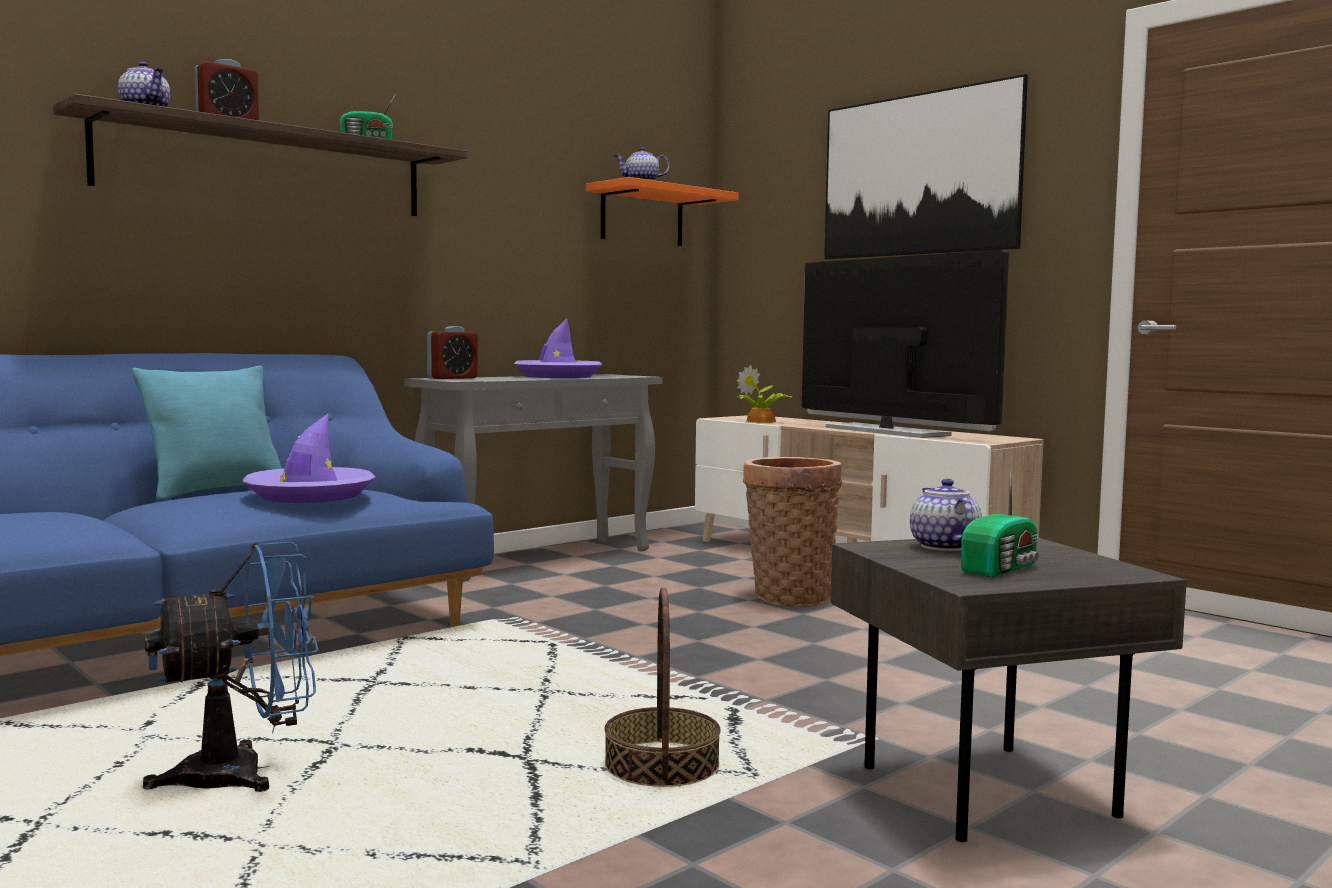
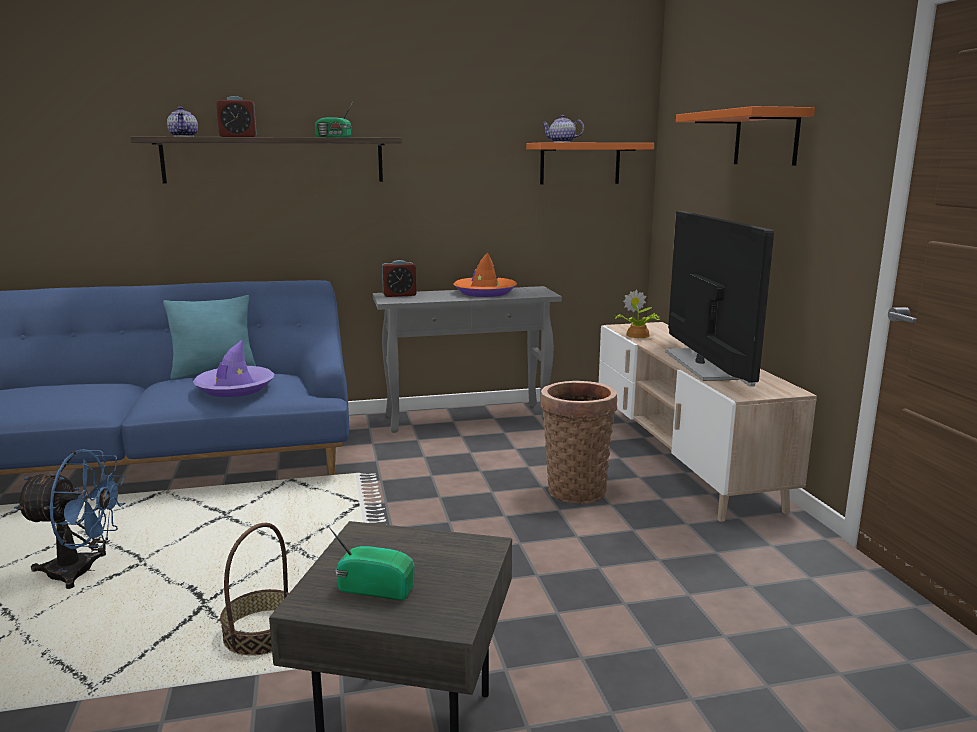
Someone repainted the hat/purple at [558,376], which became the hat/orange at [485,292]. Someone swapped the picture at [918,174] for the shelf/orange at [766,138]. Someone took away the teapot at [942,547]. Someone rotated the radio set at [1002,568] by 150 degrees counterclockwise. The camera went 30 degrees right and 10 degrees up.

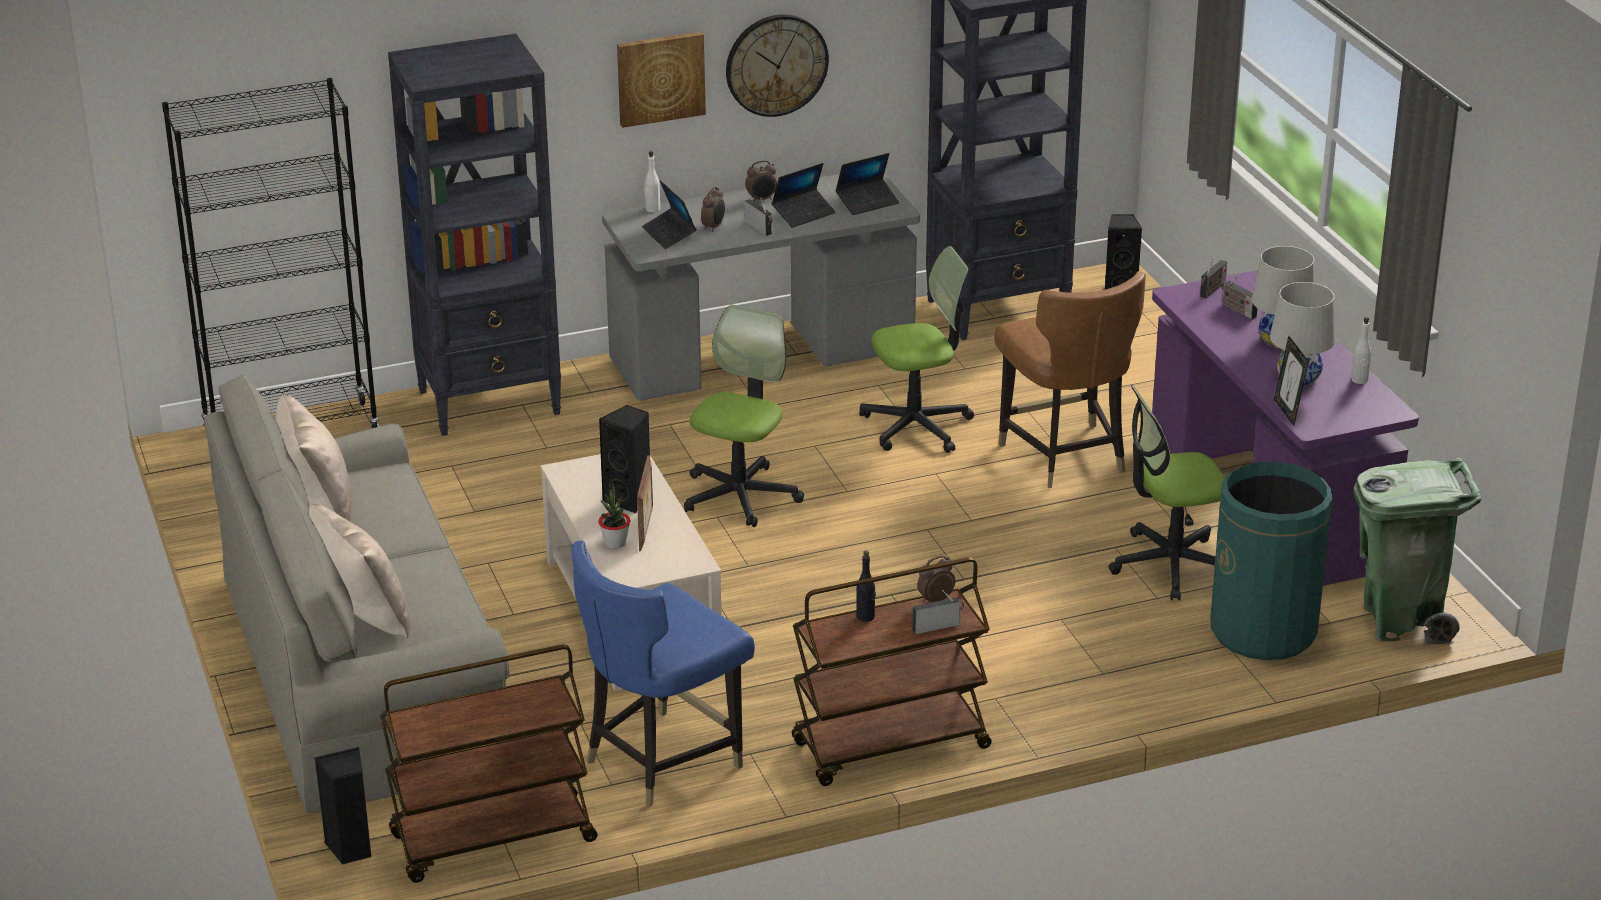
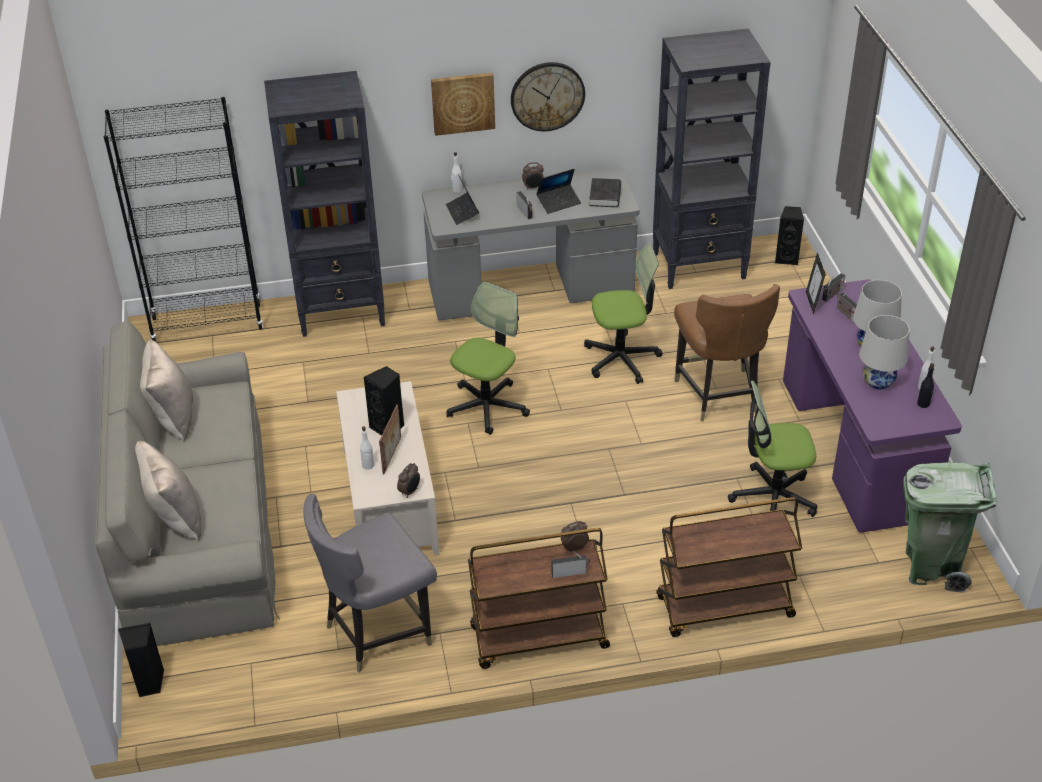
Someone carried the trolley/brownish from [492,840] to [724,608]. Someone repainted the upright chair/bluish at [661,760], which became the upright chair/greyish at [377,631]. Someone swapped the houseplant at [615,543] for the beverage bottle/white at [368,465]. Someone carried the bedside clock from [714,227] to [410,492]. Someone swapped the laptop at [867,202] for the volume/black-coloured at [605,196]. Someone carried the beverage bottle/black-coloured from [865,617] to [923,404]. Someone took away the rubbish bin/green-coloured at [1263,631]. Someone carried the picture frame from [1288,412] to [812,302]. The camera went 10 degrees right and 10 degrees up.

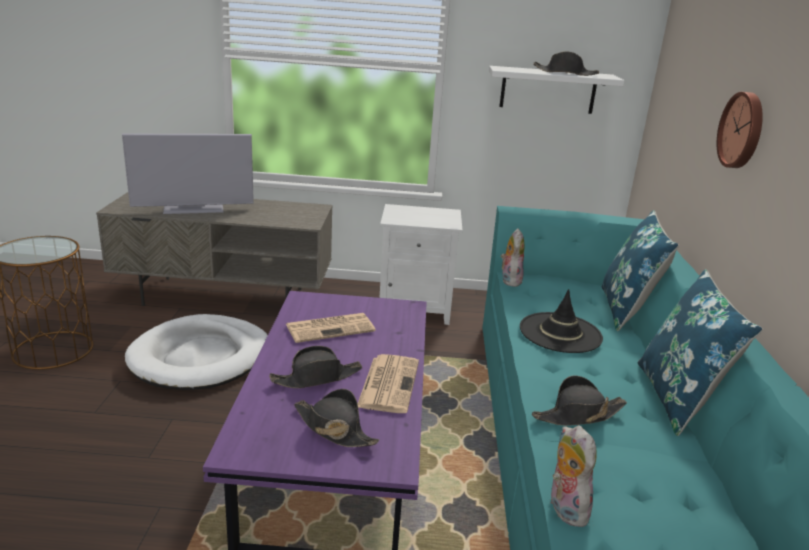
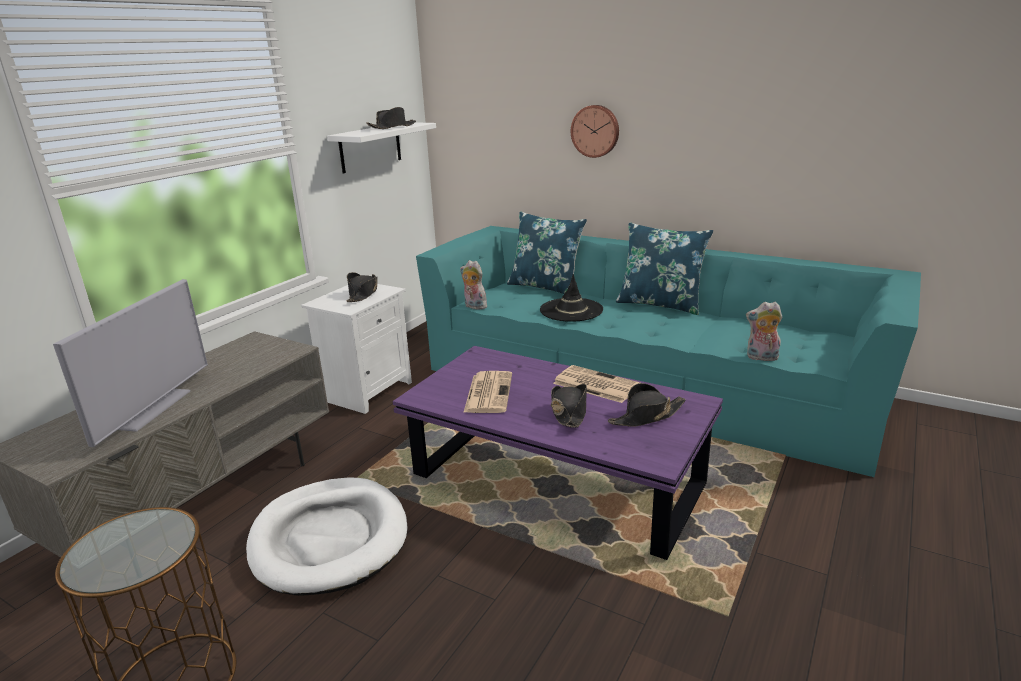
Someone carried the hat/black-coloured from [578,415] to [363,294]. The camera went 60 degrees left and 0 degrees up.

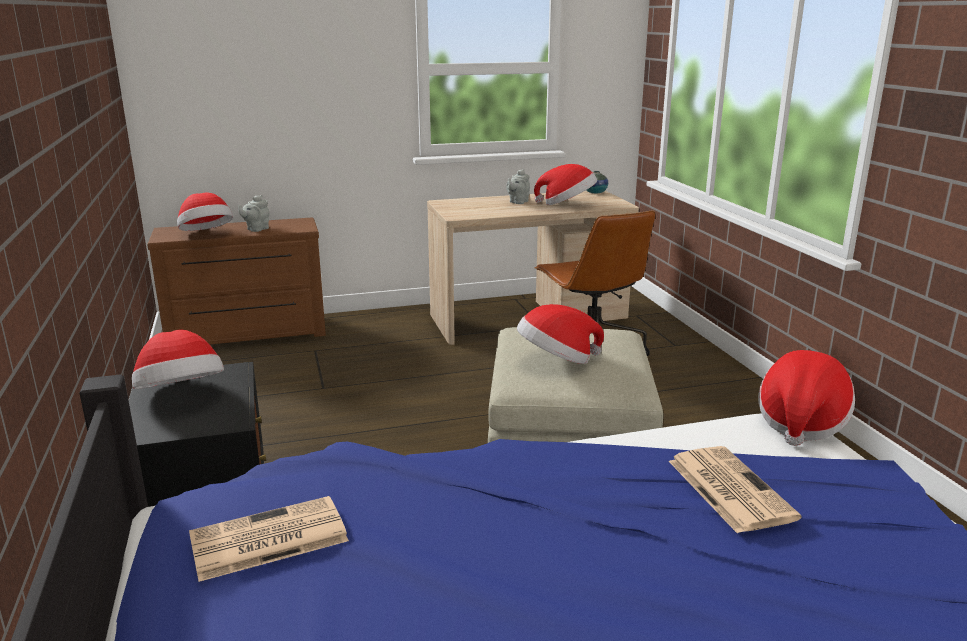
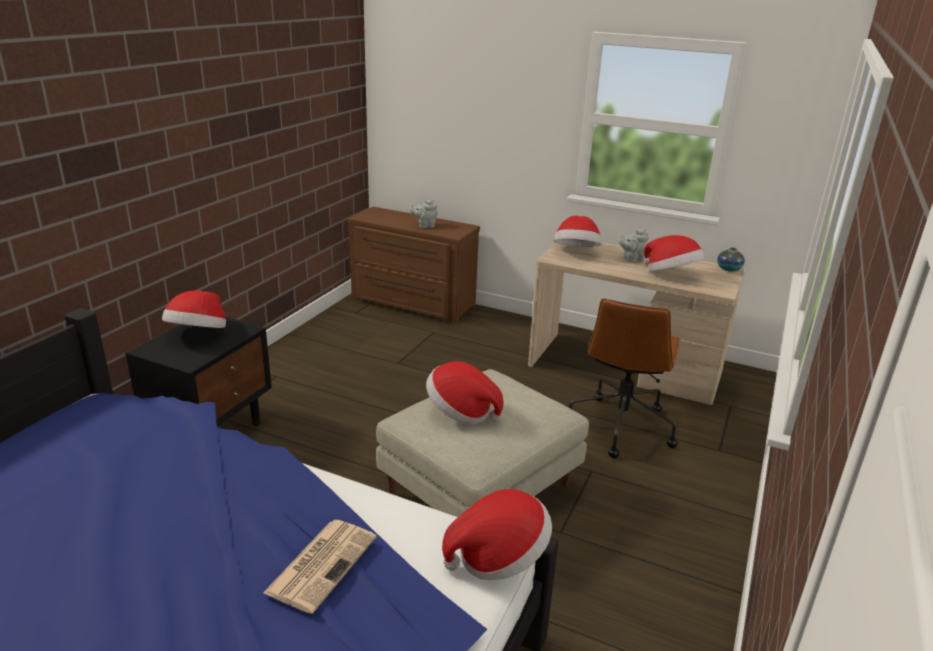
Someone carried the hat from [206,234] to [576,252]. Someone took away the daily paper at [266,540]. The camera went 40 degrees right and 5 degrees up.

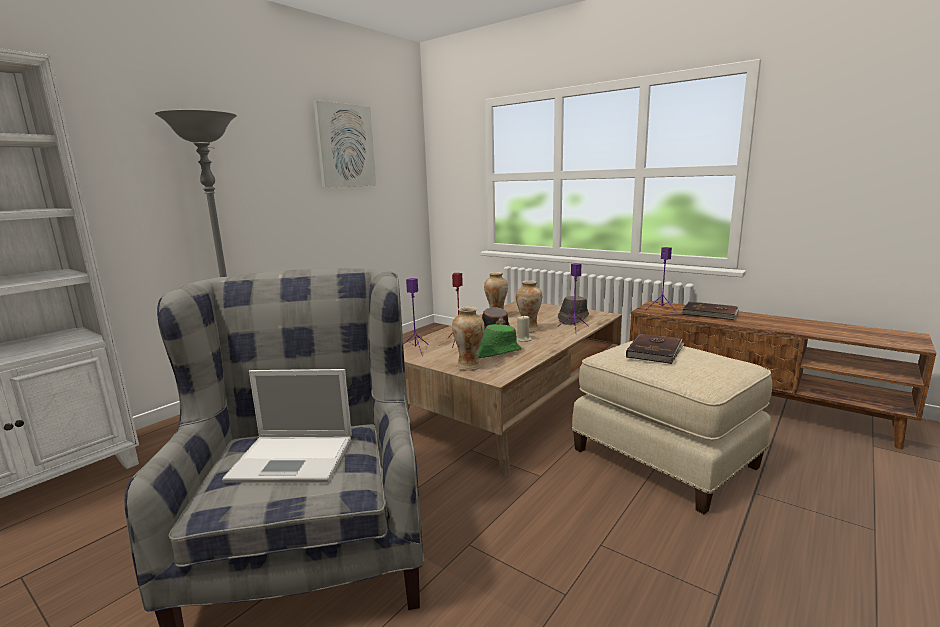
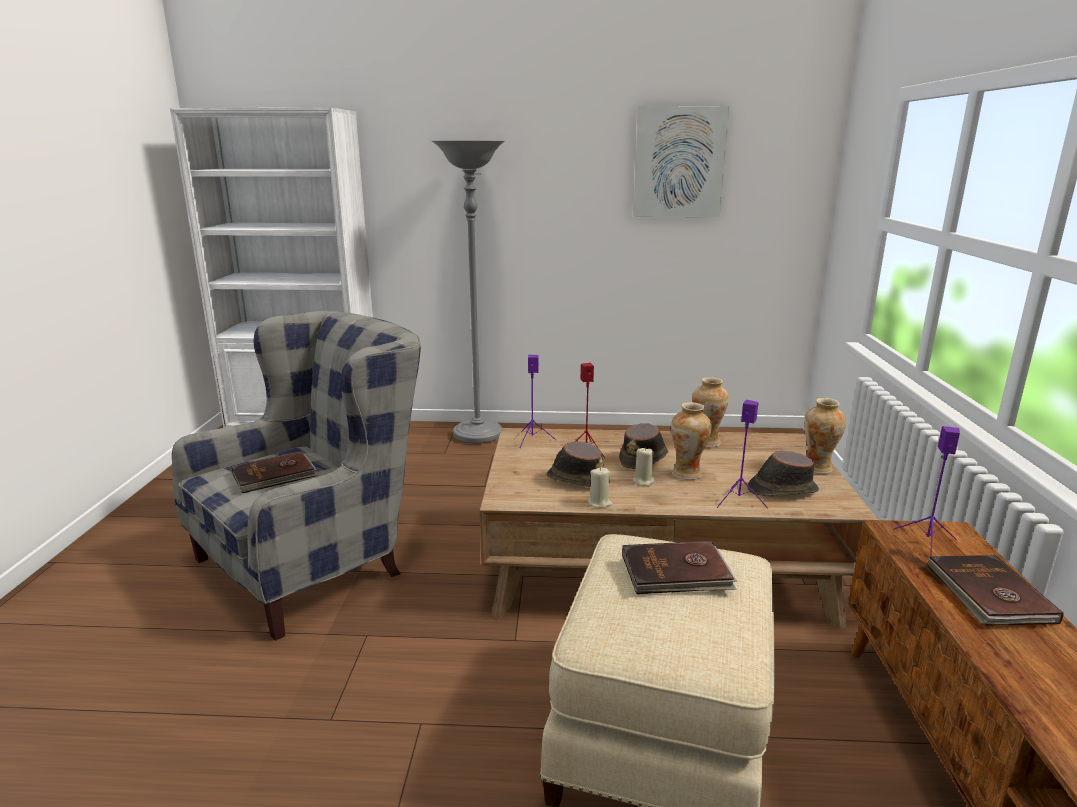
Someone swapped the laptop at [295,459] for the volume/brownish at [275,475]. Someone carried the flower vase from [469,366] to [817,468]. Someone repainted the hat/green-coloured at [496,352], which became the hat/brownish at [577,479]. Someone put down the wax light/sand-coloured at [599,503]. The camera went 55 degrees right and 5 degrees up.

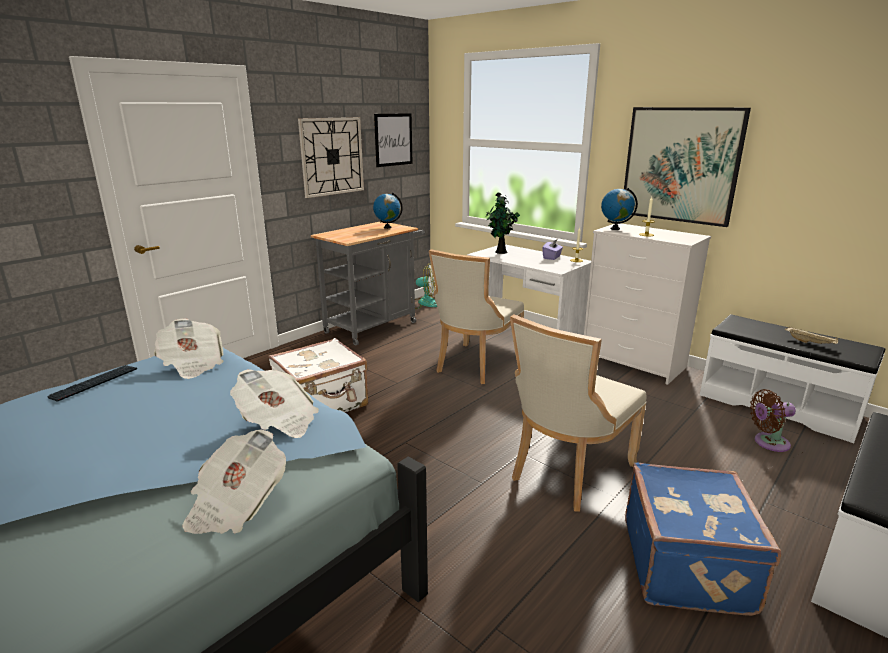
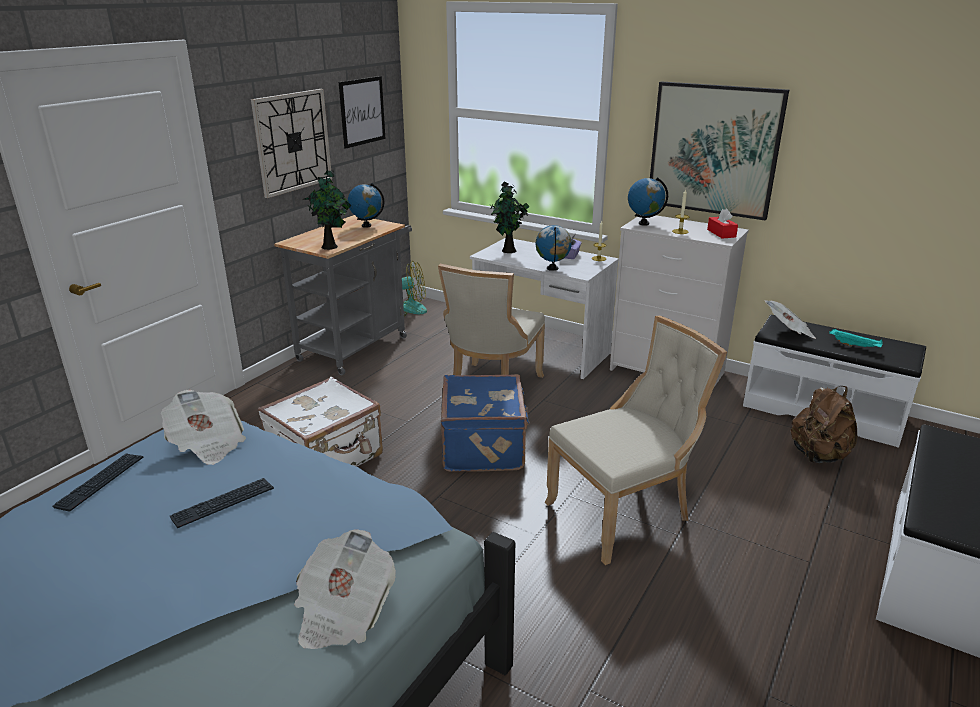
Someone carried the daily paper from [278,421] to [788,332]. Someone rotated the upright chair/sand-coloured at [567,473] by 150 degrees counterclockwise. Someone carried the piece of luggage/bluish from [688,566] to [485,447]. Someone swapped the electric fan/brownish at [768,443] for the rucksack/brownish at [818,455]. Someone repainted the serving tray/sand-coloured at [810,343], which became the serving tray/turquoise at [855,346]. Someone put down the PC keyboard at [223,503]. Someone put down the houseplant at [331,246]. Someone put down the globe at [552,268]. Someone put down the tissue box/reddish at [721,233]. The camera went 10 degrees left and 5 degrees up.

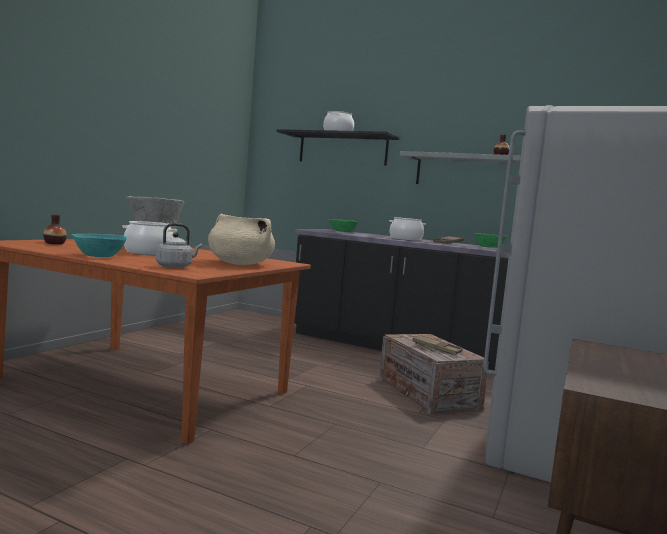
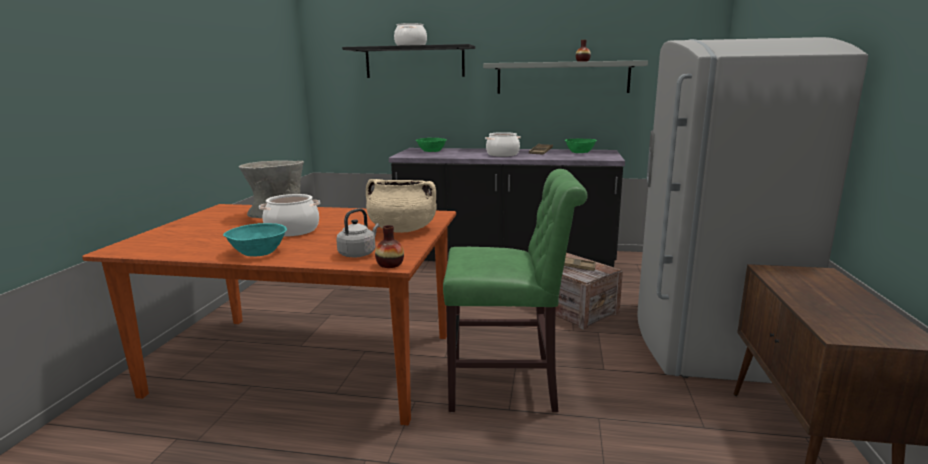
Someone carried the flower vase from [54,243] to [390,264]. Someone put down the upright chair/green-coloured at [509,385]. The camera went 15 degrees left and 10 degrees up.

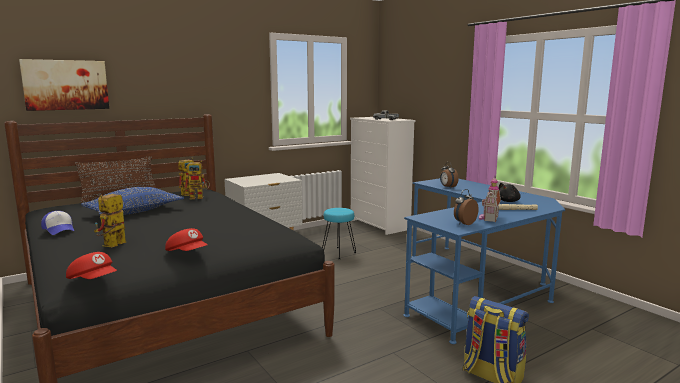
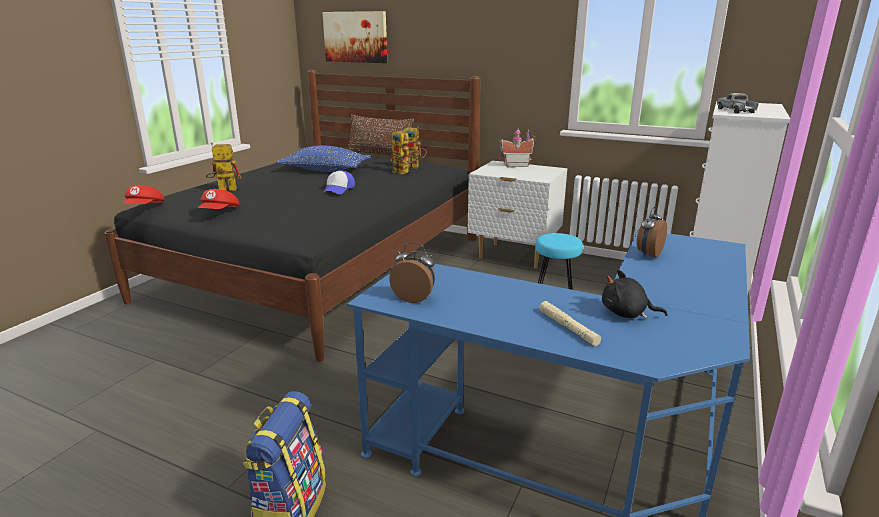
Someone carried the baseball cap from [59,229] to [339,189]. Someone carried the model house from [488,218] to [515,165]. The camera went 60 degrees right and 10 degrees up.

